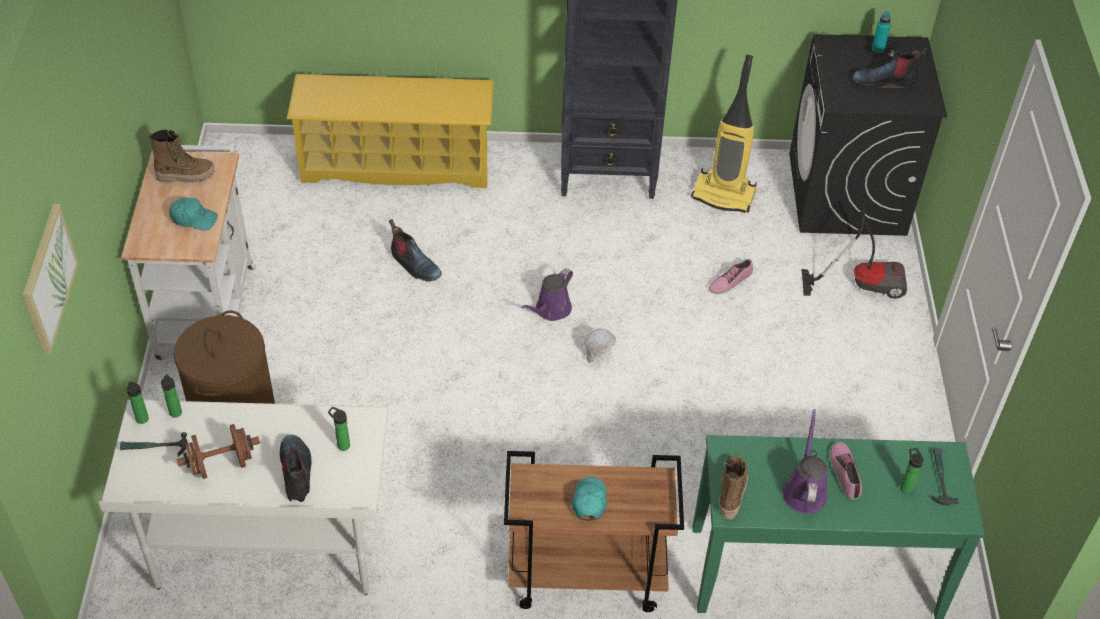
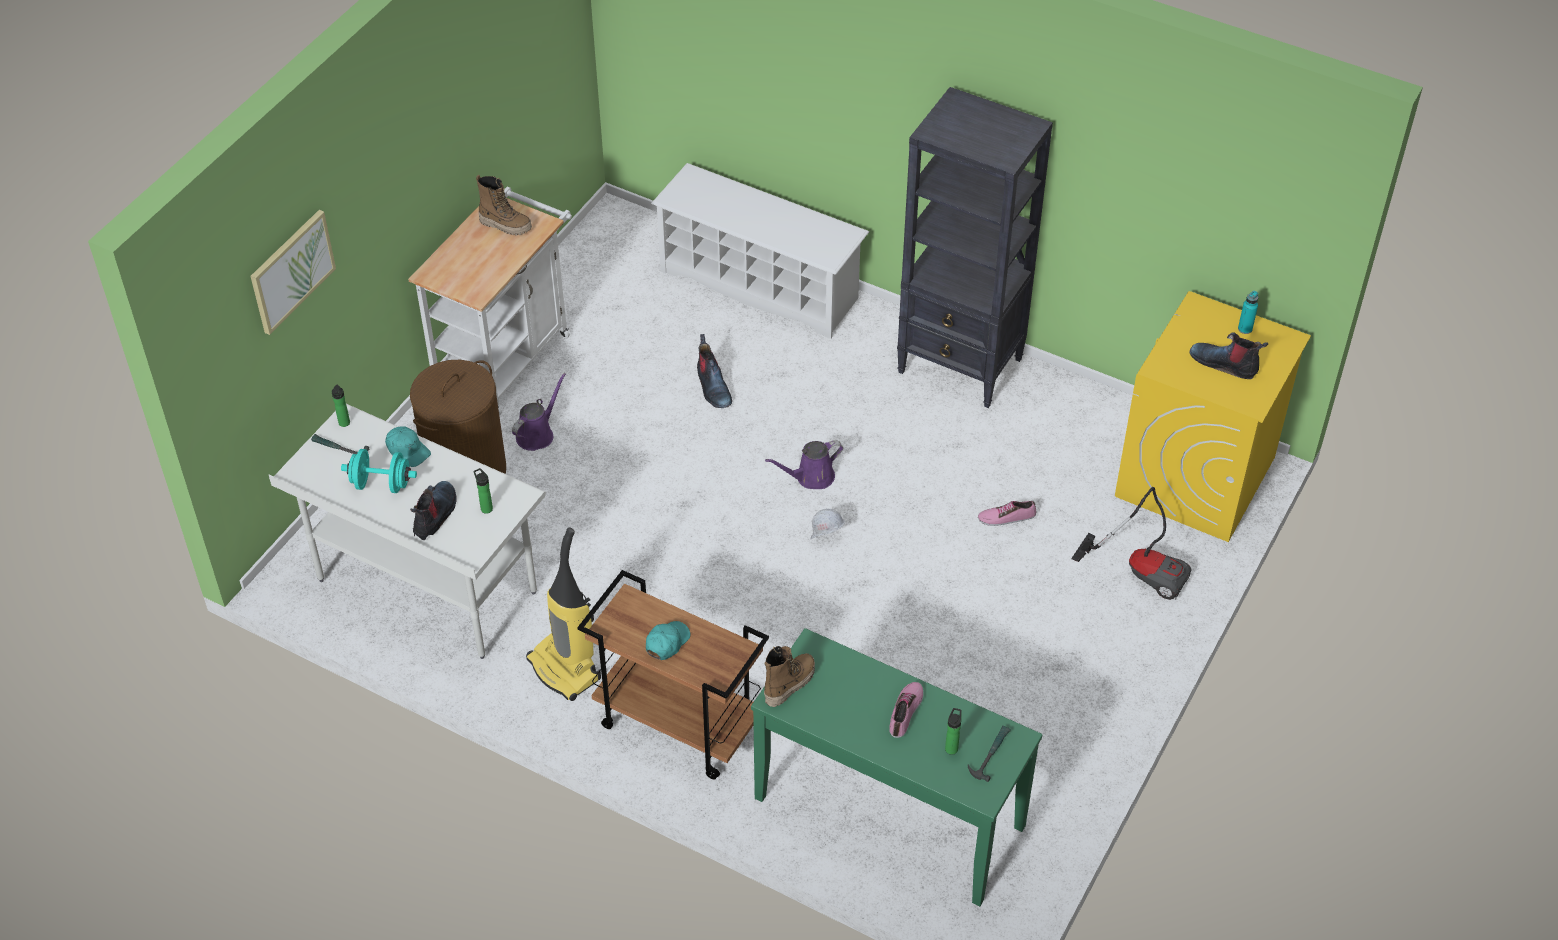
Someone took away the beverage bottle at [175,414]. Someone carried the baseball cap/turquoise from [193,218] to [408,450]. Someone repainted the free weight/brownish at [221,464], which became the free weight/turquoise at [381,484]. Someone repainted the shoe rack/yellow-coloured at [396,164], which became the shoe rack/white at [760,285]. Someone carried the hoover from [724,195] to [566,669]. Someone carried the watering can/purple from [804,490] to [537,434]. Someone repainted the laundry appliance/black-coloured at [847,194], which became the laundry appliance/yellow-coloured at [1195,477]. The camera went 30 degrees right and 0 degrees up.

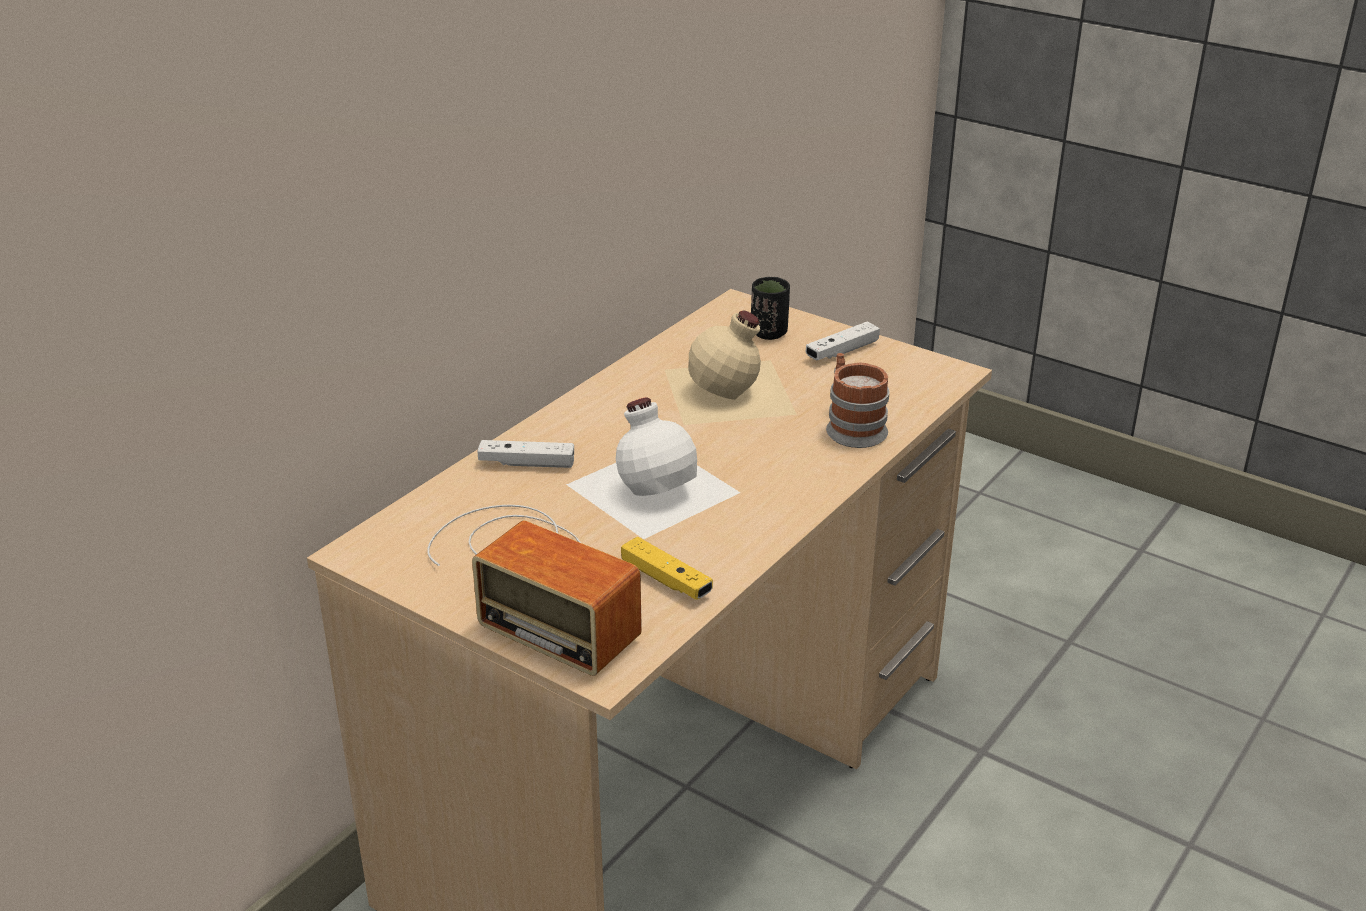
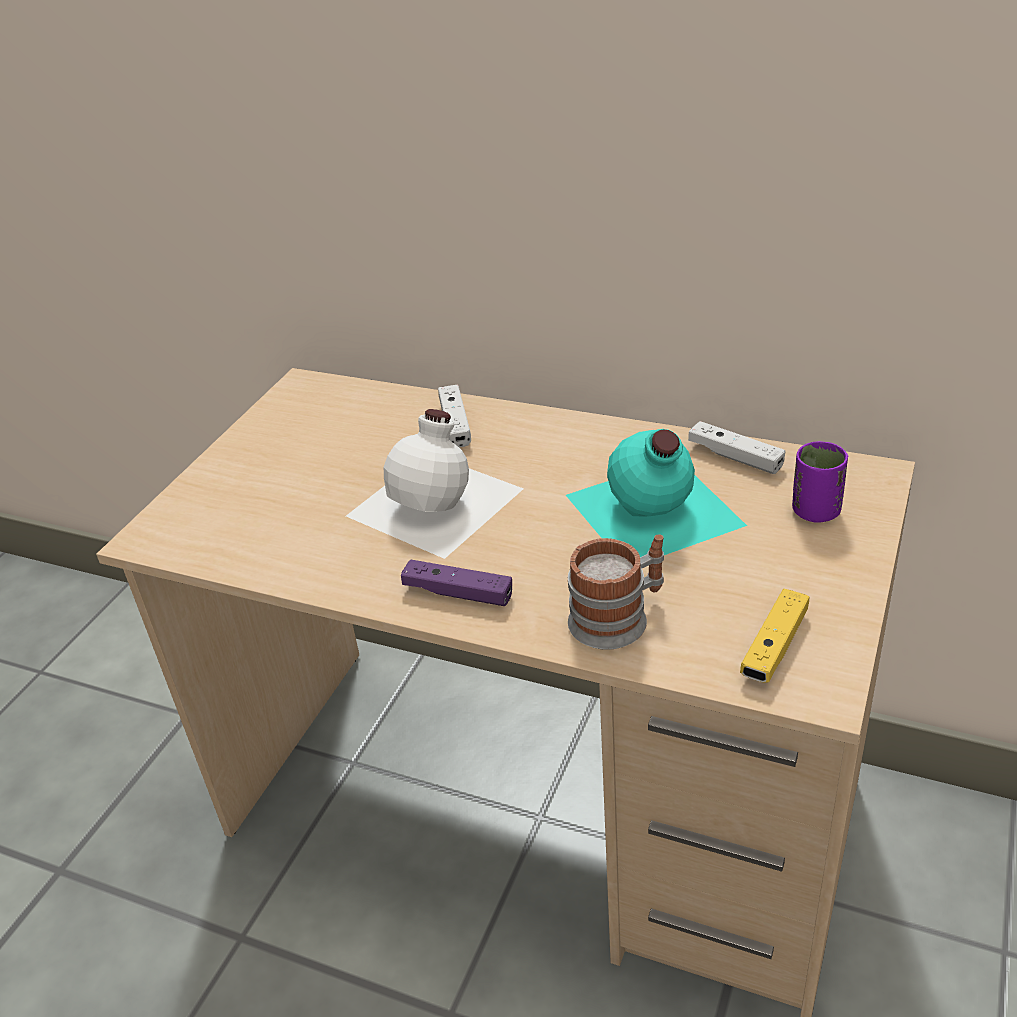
Someone took away the radio set at [532,579]. Someone carried the joypad/yellow-coloured from [666,580] to [774,646]. Someone repainted the beverage bottle/sand-coloured at [731,392], which became the beverage bottle/turquoise at [652,511]. Someone repainted the cup/black-coloured at [769,333], which became the cup/purple at [815,511]. Someone carried the joypad/white from [842,351] to [735,457]. Someone put down the joypad/purple at [458,593]. The camera went 80 degrees right and 5 degrees up.

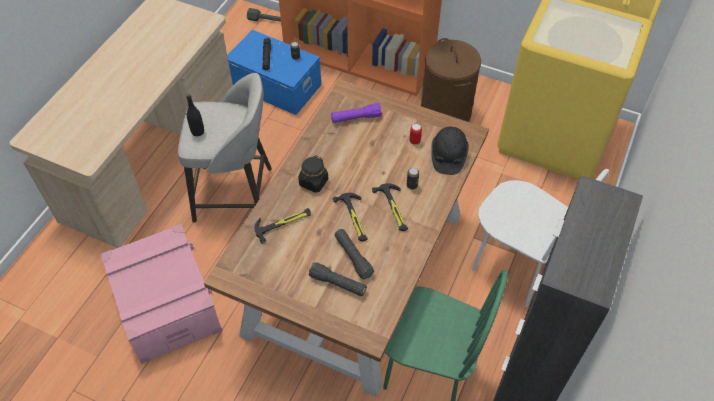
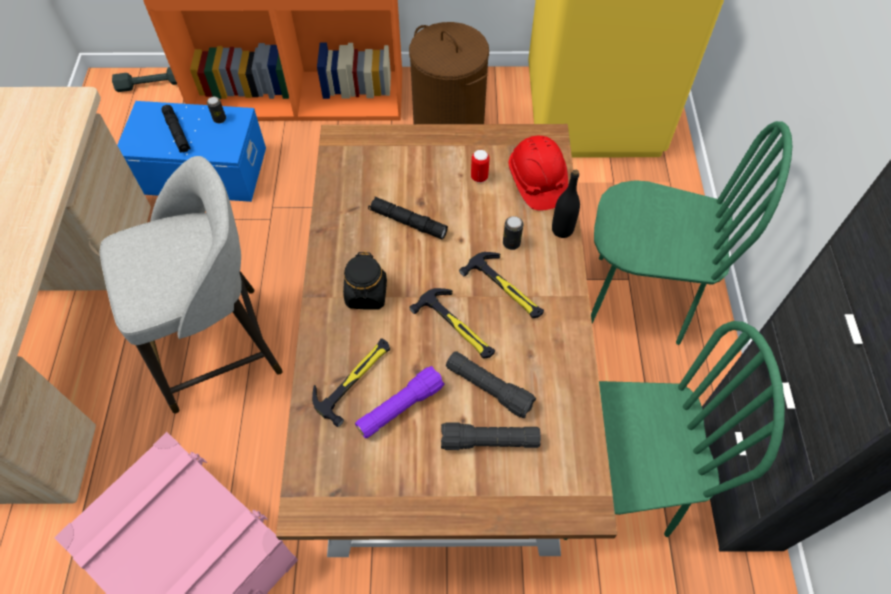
Someone carried the beverage bottle/black-coloured from [197,132] to [562,230]. Someone carried the hand torch/purple from [356,118] to [400,407]. Someone repainted the hard hat/black-coloured at [448,156], which became the hard hat/reddish at [536,182]. Someone repainted the upright chair/white at [515,267], which became the upright chair/green-coloured at [638,298]. Someone put down the hand torch/black-coloured at [408,222]. The camera went 25 degrees left and 5 degrees up.

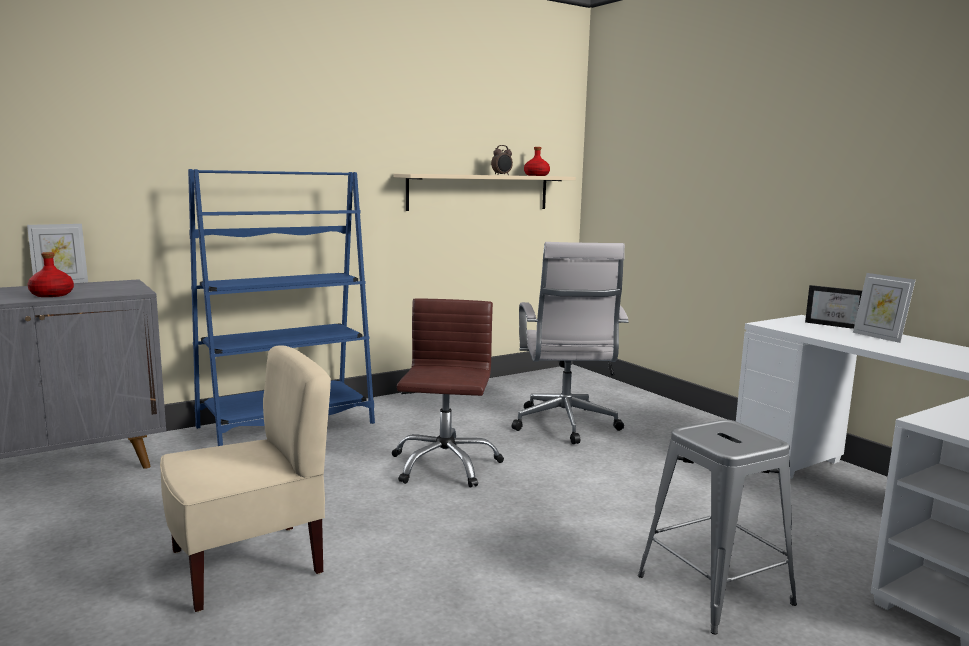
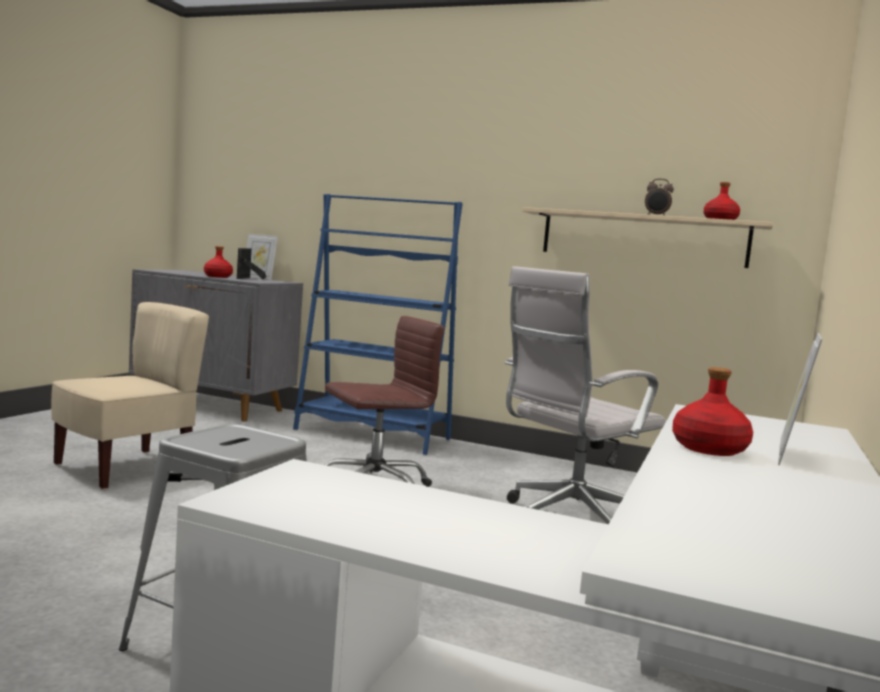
Someone rotated the upright chair/sand-coloured at [248,564] by 75 degrees counterclockwise. Someone carried the picture frame from [834,325] to [247,278]. Someone put down the beverage bottle/reddish at [710,449]. The camera went 55 degrees right and 5 degrees down.

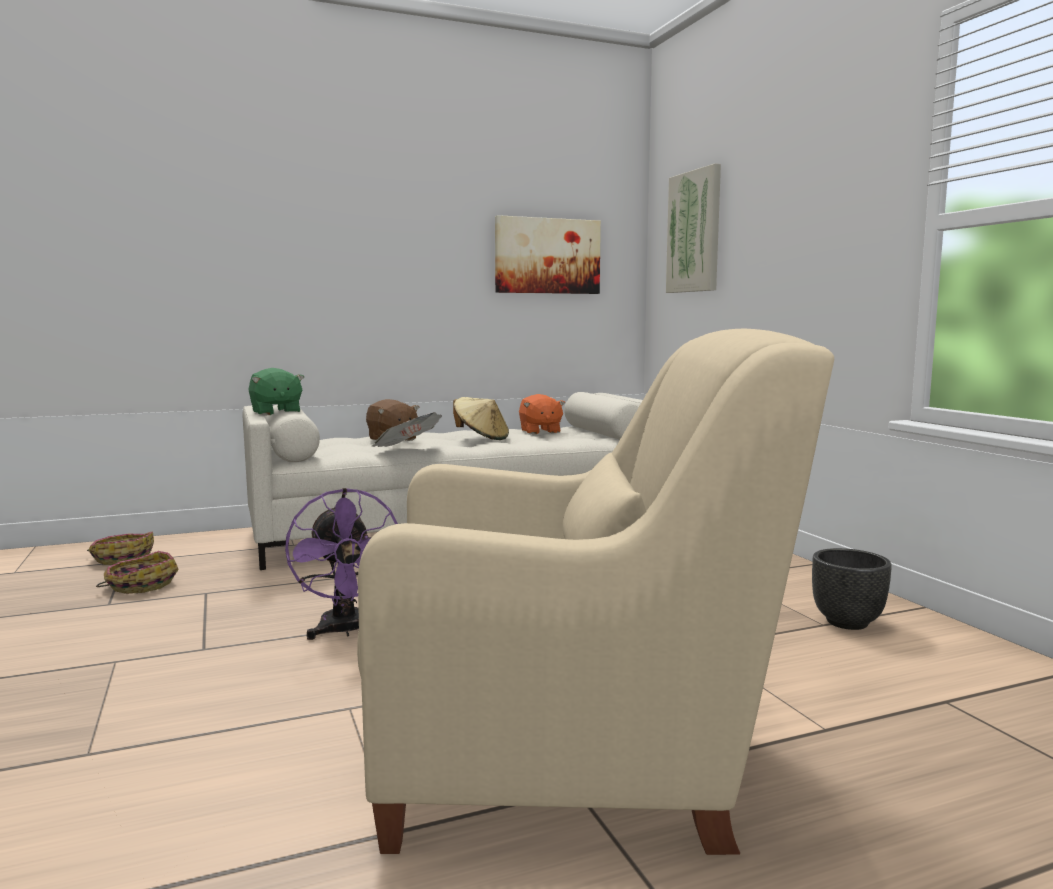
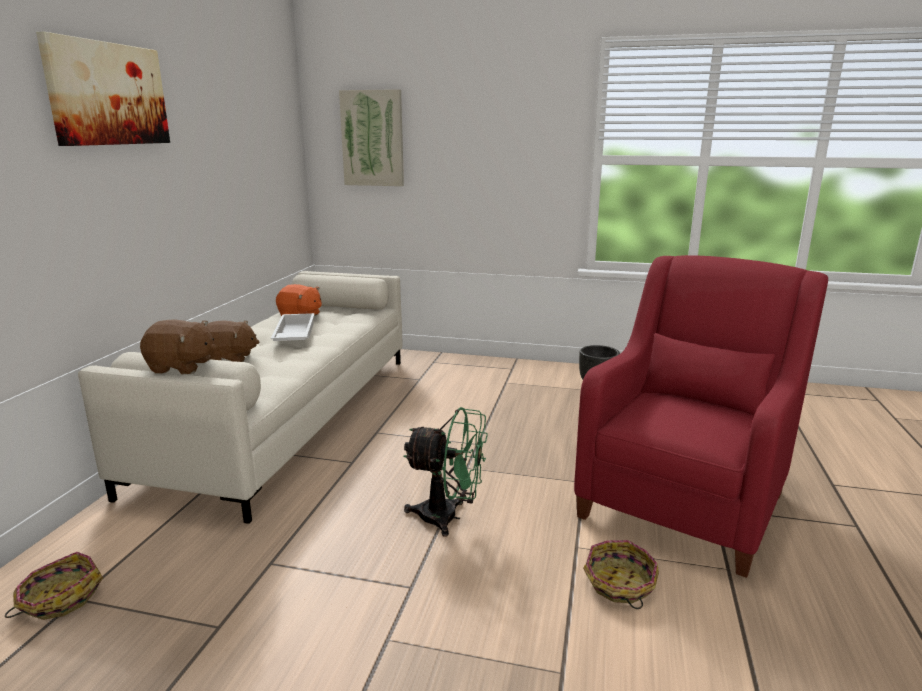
Someone carried the storage basket from [140,585] to [619,585]. Someone repainted the cuddly toy/green-coloured at [275,412], which became the cuddly toy/brownish at [182,367]. Someone repainted the electric fan/purple at [346,631], which became the electric fan/green-coloured at [448,517]. Someone repainted the armchair/sand-coloured at [572,759], which became the armchair/reddish at [685,499]. Someone took away the daily paper at [407,450]. Someone swapped the hat/sand-coloured at [481,438] for the serving tray/white at [293,335]. Someone carried the picture from [547,256] to [107,94]. The camera went 55 degrees left and 10 degrees up.

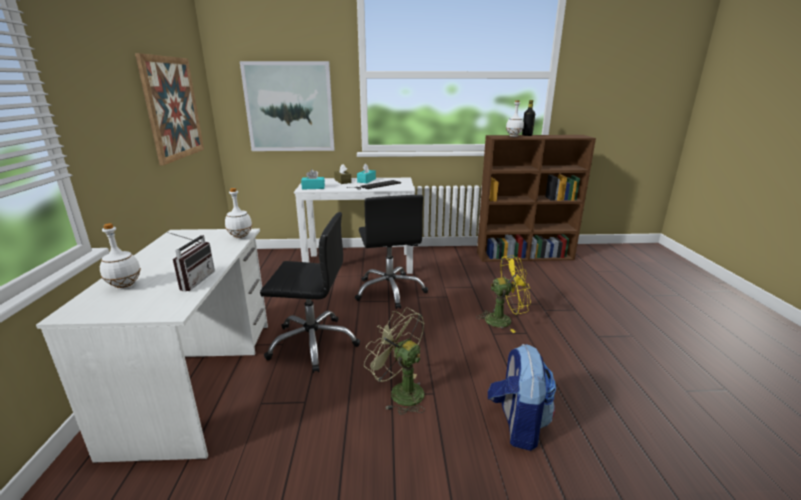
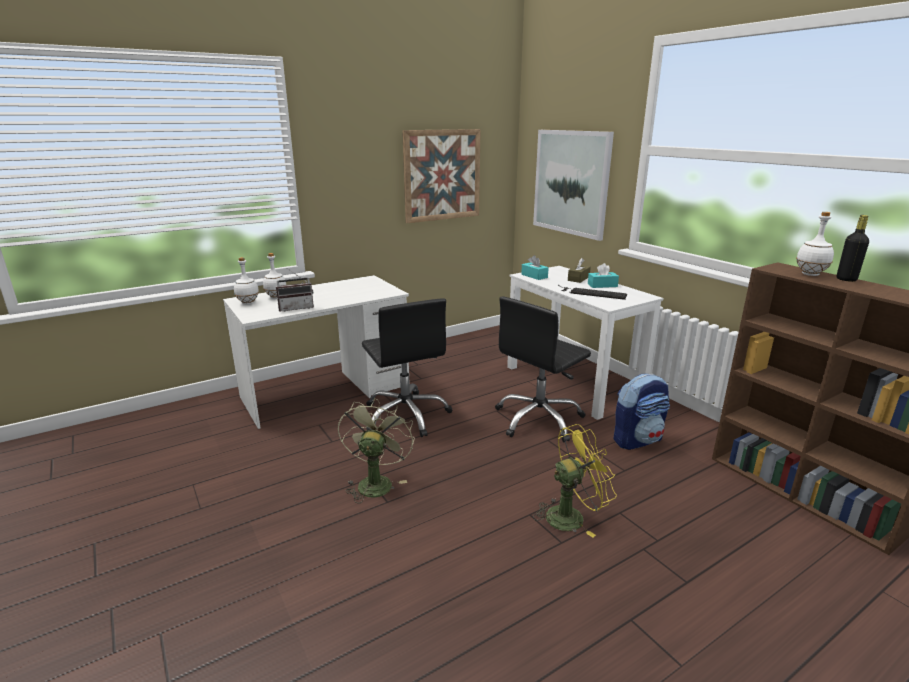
Someone carried the beverage bottle/white from [240,237] to [248,303]. Someone rotated the electric fan/yellow-coloured at [503,320] by 75 degrees counterclockwise. Someone carried the rucksack from [517,425] to [637,440]. The camera went 60 degrees right and 0 degrees up.

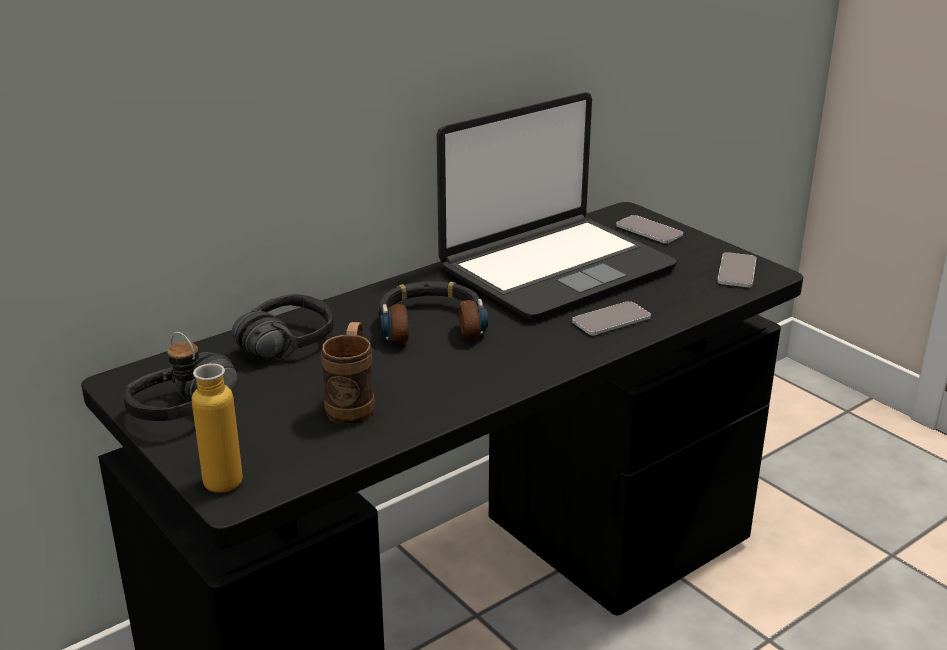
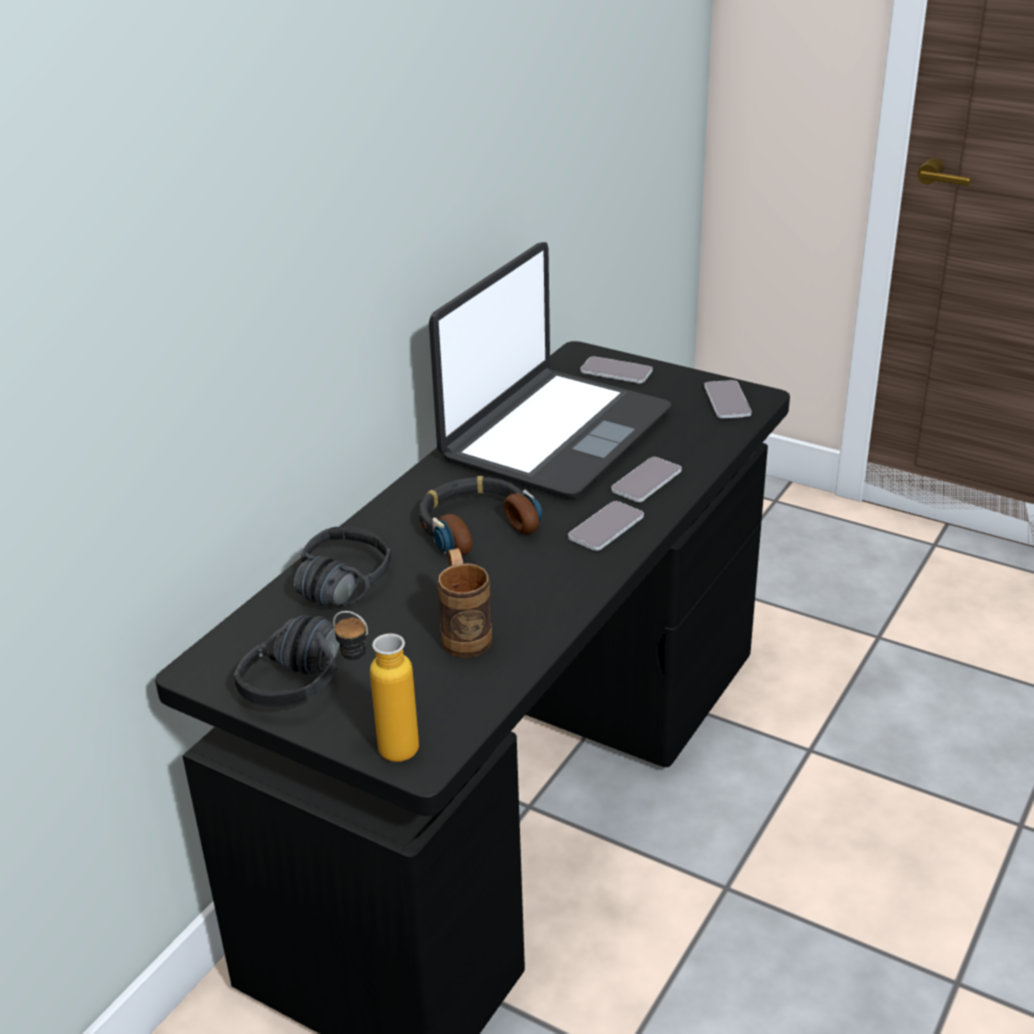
Someone put down the phone at [606,527]. The camera went 20 degrees left and 5 degrees up.

